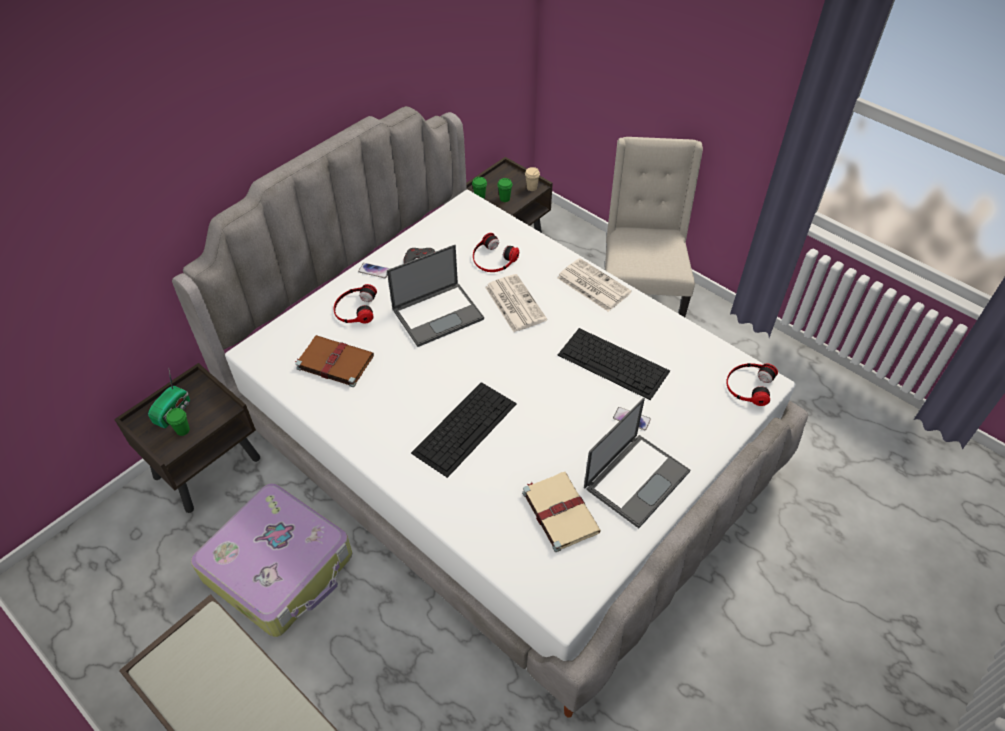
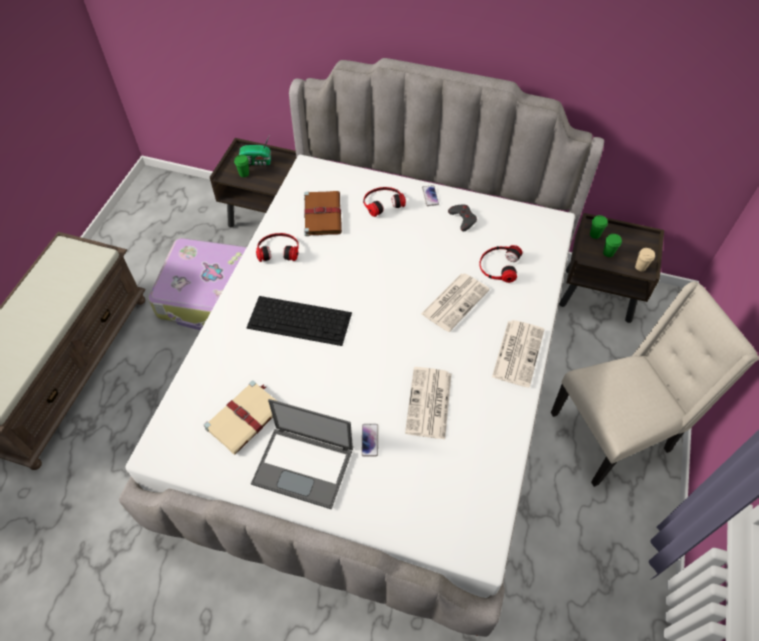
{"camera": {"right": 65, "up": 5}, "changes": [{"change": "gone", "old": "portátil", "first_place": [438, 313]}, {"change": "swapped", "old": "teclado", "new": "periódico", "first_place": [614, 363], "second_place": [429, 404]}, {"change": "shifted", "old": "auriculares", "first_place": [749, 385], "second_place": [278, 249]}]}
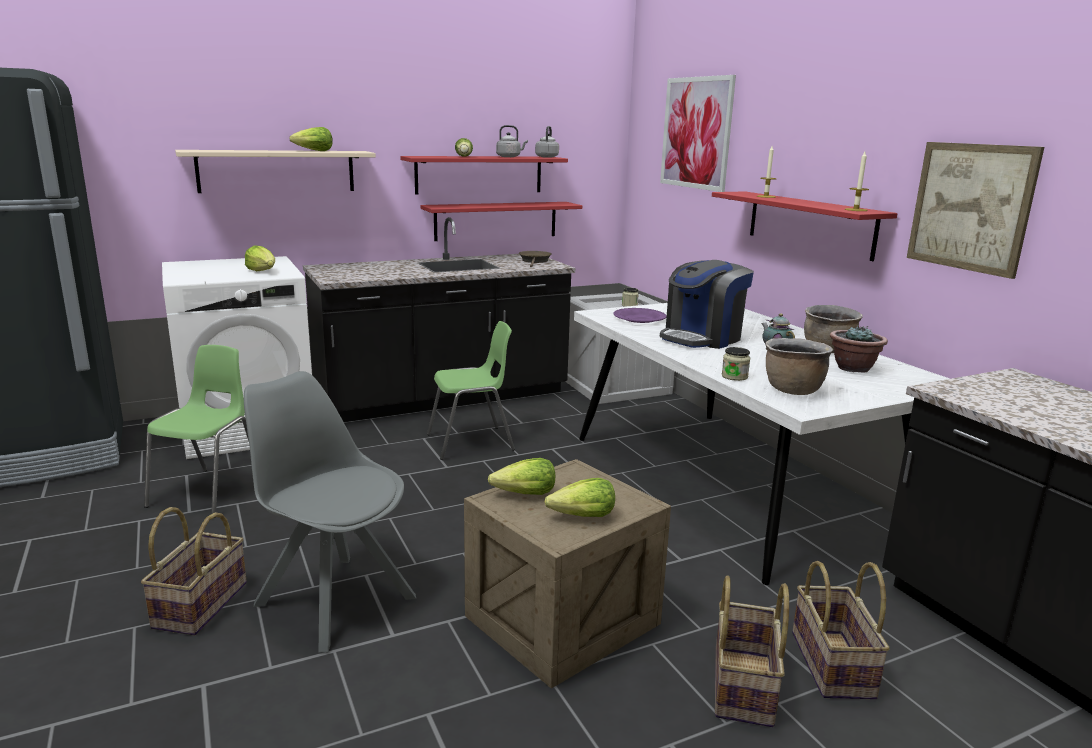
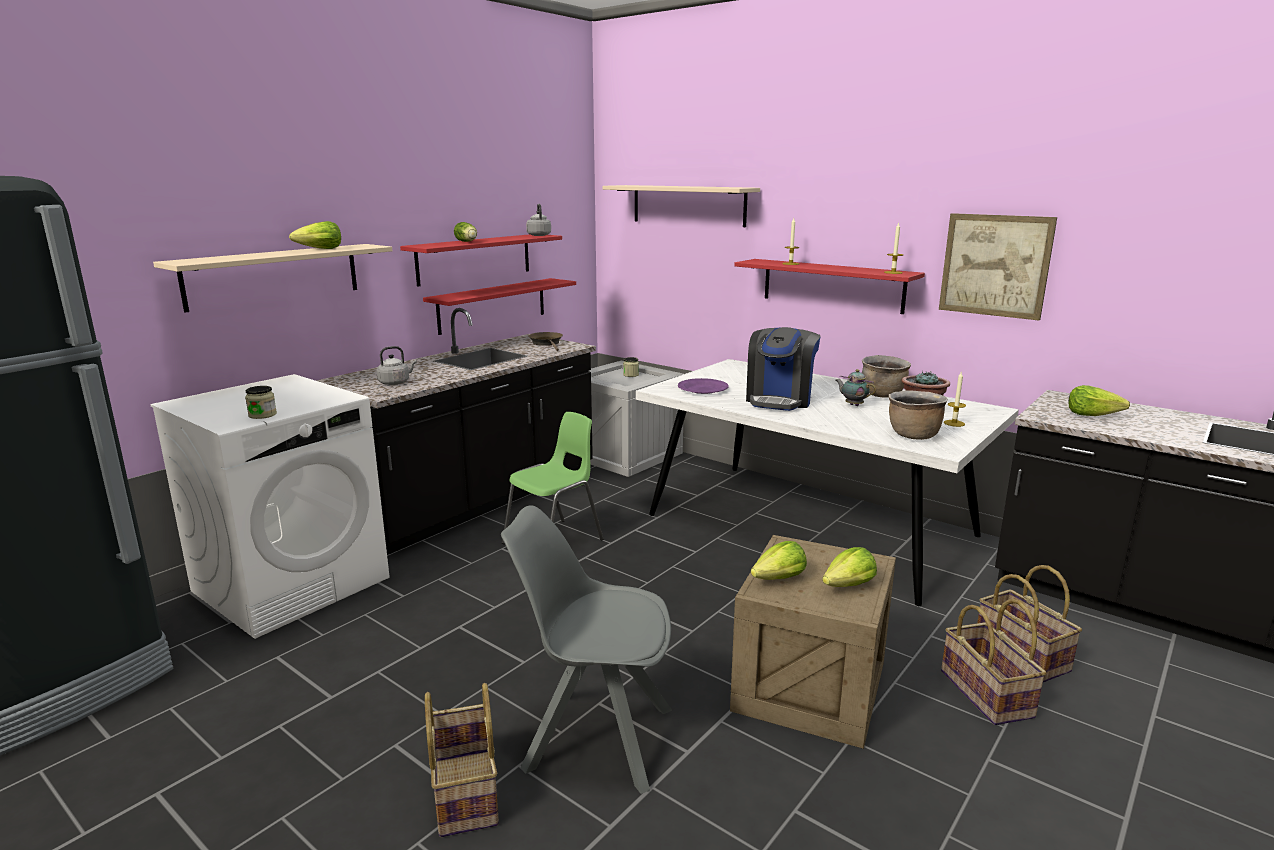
{"camera": {"right": -25, "up": 0}, "changes": [{"change": "swapped", "old": "cuadro", "new": "estante/beis", "first_place": [696, 133], "second_place": [688, 205]}, {"change": "shifted", "old": "hervidor/gris", "first_place": [509, 157], "second_place": [396, 382]}, {"change": "shifted", "old": "lechuga", "first_place": [263, 271], "second_place": [1092, 415]}, {"change": "gone", "old": "silla/verde", "first_place": [209, 492]}, {"change": "shifted", "old": "tarro", "first_place": [734, 376], "second_place": [262, 415]}, {"change": "new", "new": "vela", "second_place": [954, 423]}]}
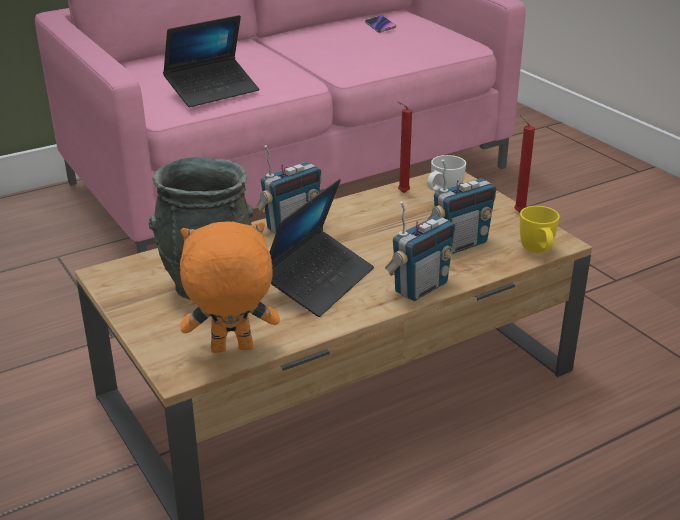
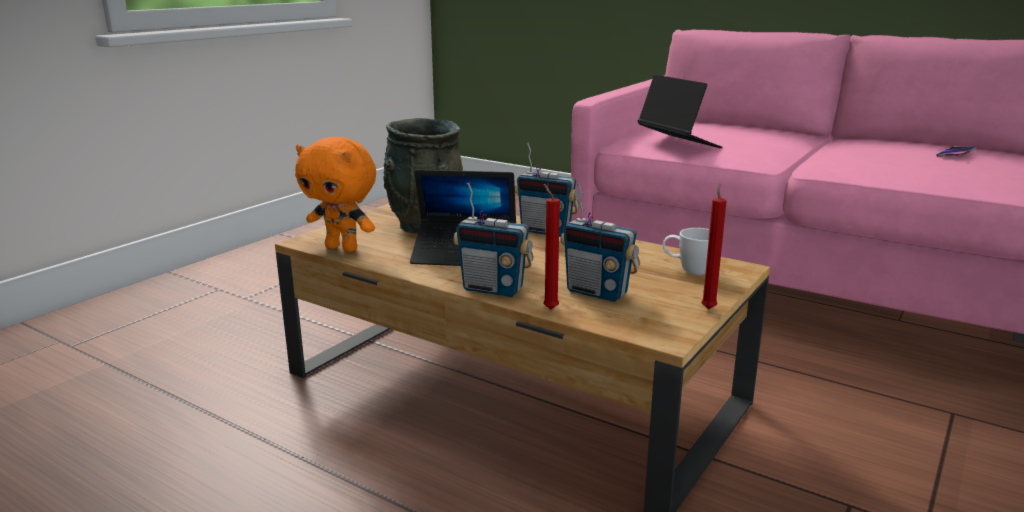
{"camera": {"right": 65, "up": -10}, "changes": [{"change": "rotated", "old": "portátil", "first_place": [212, 91], "second_place": [678, 144], "degrees": -150}, {"change": "shifted", "old": "vela/rojo", "first_place": [401, 193], "second_place": [549, 308]}, {"change": "gone", "old": "taza grande/amarillo", "first_place": [538, 252]}, {"change": "rotated", "old": "peluche/naranja", "first_place": [231, 350], "second_place": [343, 248], "degrees": 150}]}
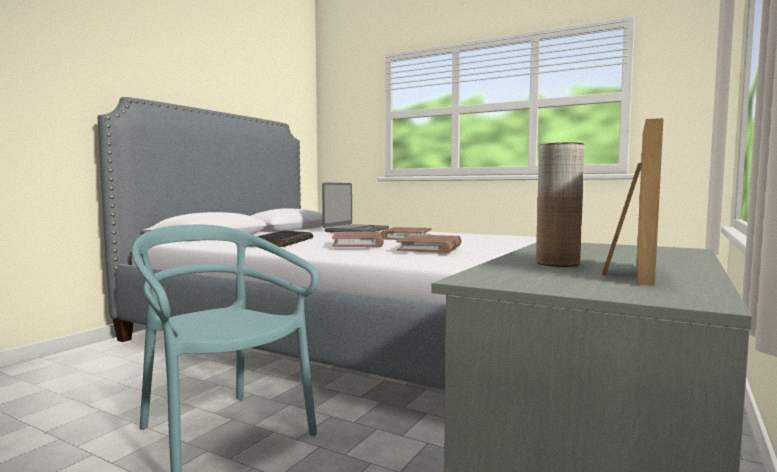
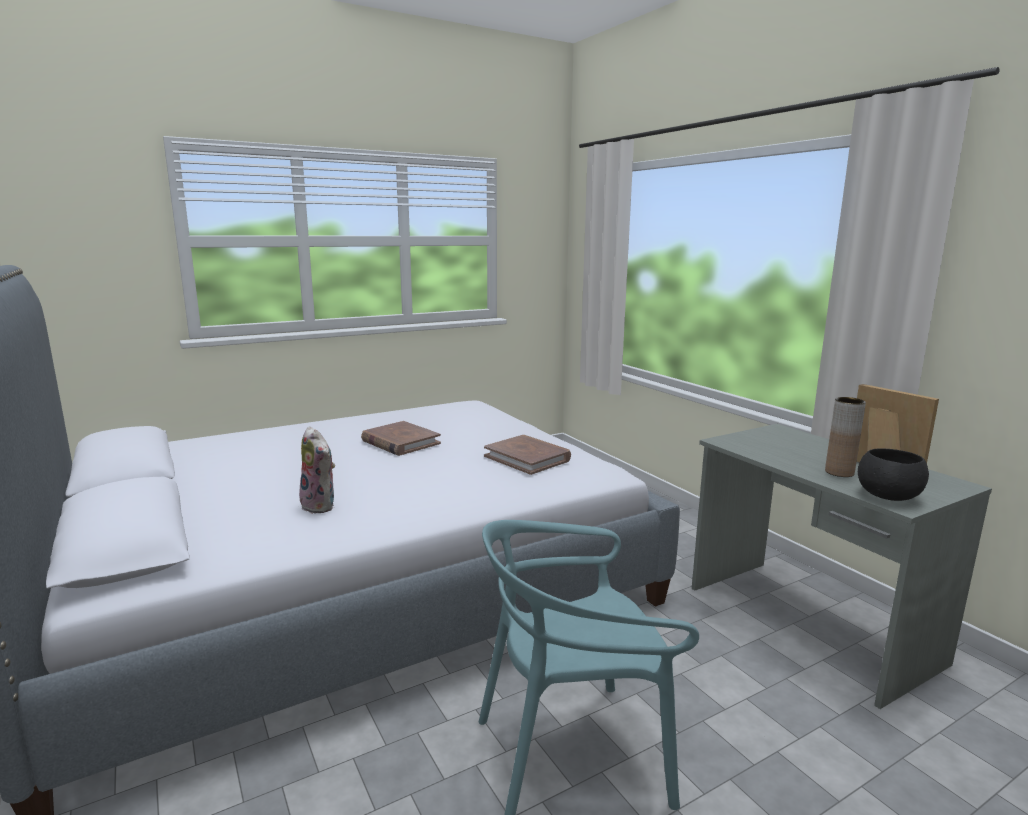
{"camera": {"right": -60, "up": 10}, "changes": [{"change": "gone", "old": "portátil", "first_place": [356, 230]}, {"change": "swapped", "old": "teclado", "new": "peluche", "first_place": [281, 241], "second_place": [321, 505]}, {"change": "gone", "old": "libro/marrón", "first_place": [358, 243]}, {"change": "new", "new": "cuenco/negro", "second_place": [888, 496]}]}
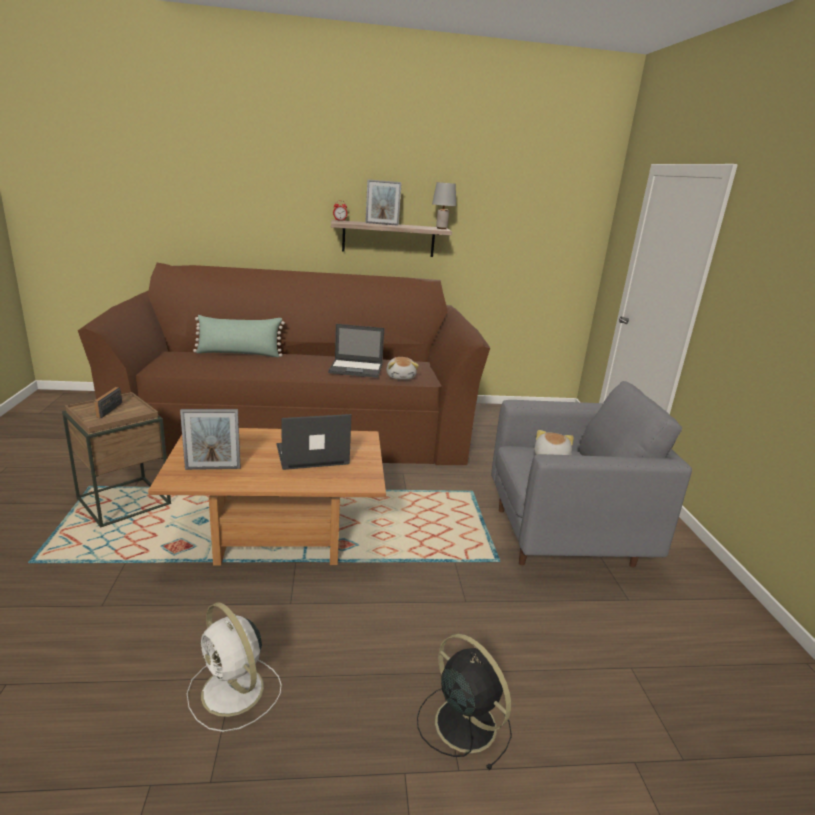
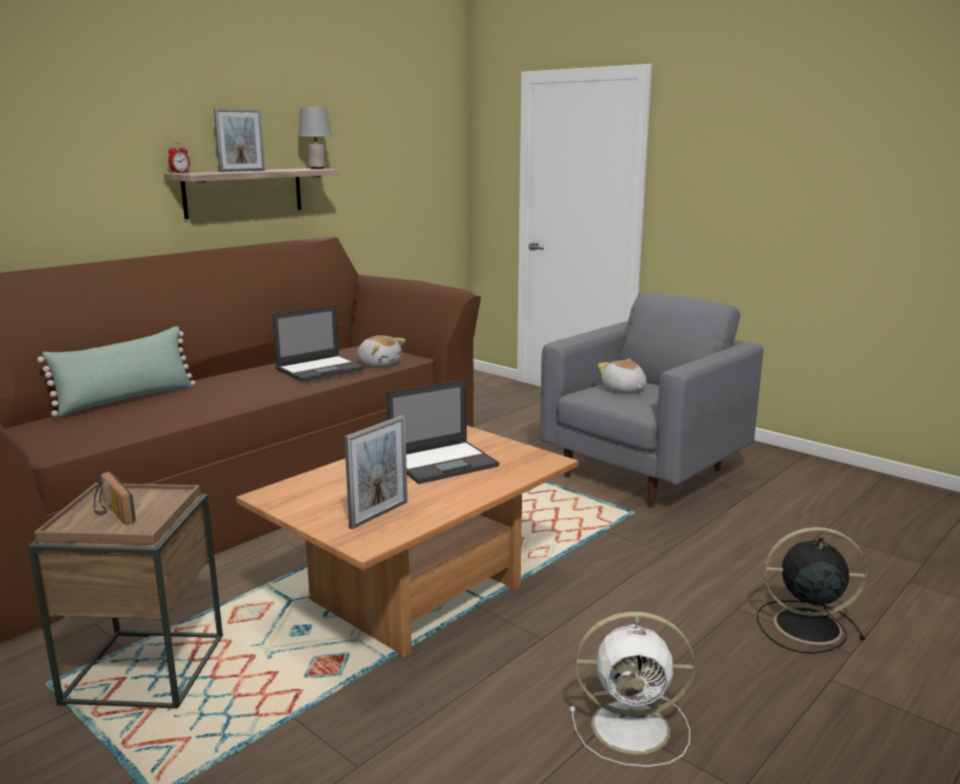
{"camera": {"right": -40, "up": -5}, "changes": [{"change": "rotated", "old": "portátil", "first_place": [311, 455], "second_place": [444, 462], "degrees": -150}]}
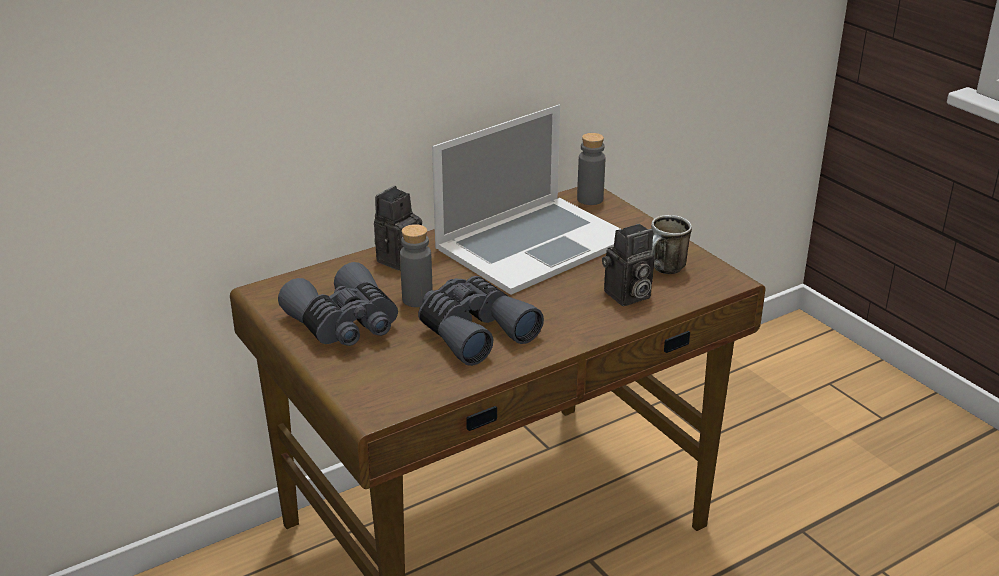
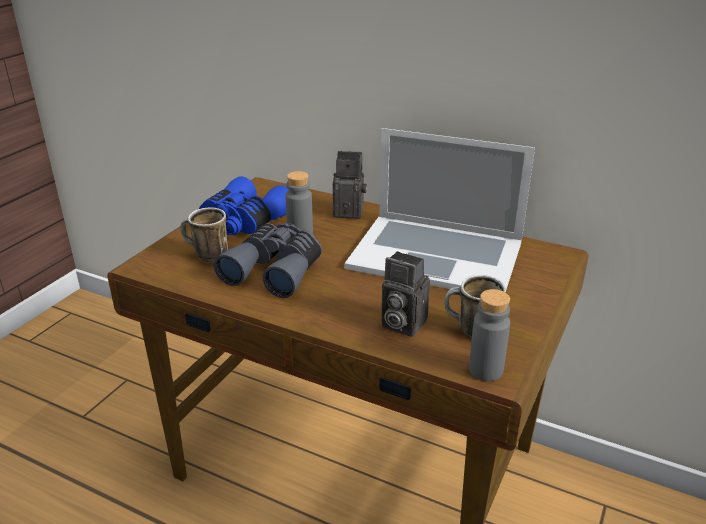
{"camera": {"right": 60, "up": 0}, "changes": [{"change": "shifted", "old": "botella/gris", "first_place": [590, 199], "second_place": [485, 370]}, {"change": "repainted", "old": "prismáticos/gris", "new": "prismáticos/azul", "first_place": [345, 324], "second_place": [243, 222]}, {"change": "new", "new": "taza grande", "second_place": [205, 256]}]}
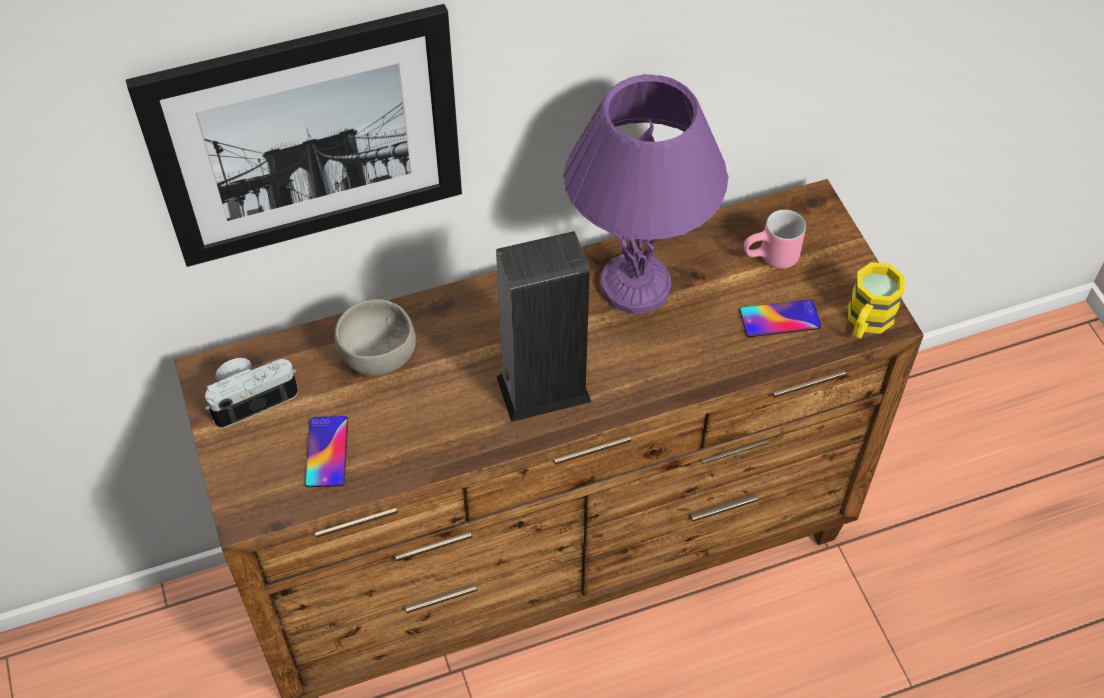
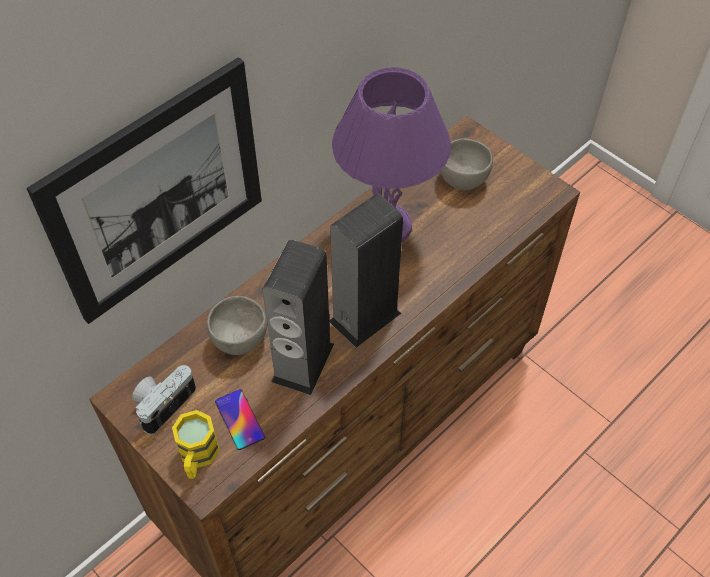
{"camera": {"right": -25, "up": 0}, "changes": [{"change": "swapped", "old": "taza grande/rosa", "new": "cuenco/gris", "first_place": [771, 260], "second_place": [462, 178]}, {"change": "shifted", "old": "taza grande/amarillo", "first_place": [866, 322], "second_place": [197, 457]}, {"change": "gone", "old": "móvil", "first_place": [780, 319]}, {"change": "new", "new": "altavoz", "second_place": [303, 362]}]}
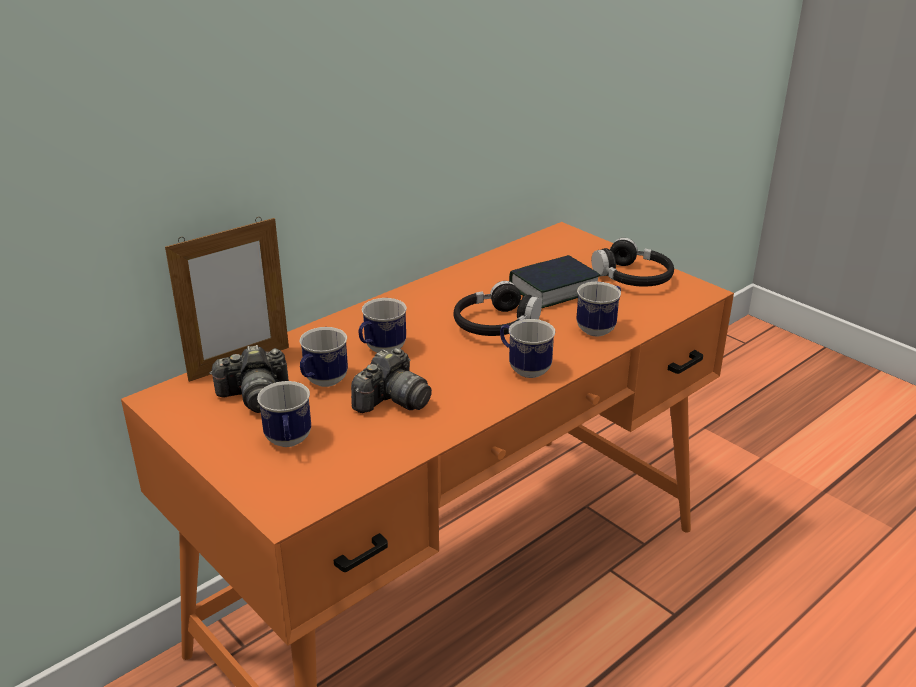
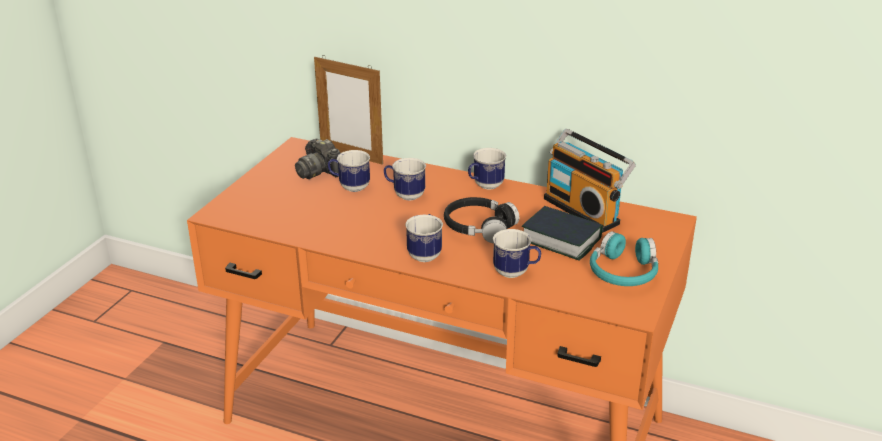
{"camera": {"right": 65, "up": 0}, "changes": [{"change": "repainted", "old": "auriculares/negro", "new": "auriculares/turquesa", "first_place": [632, 277], "second_place": [623, 272]}, {"change": "gone", "old": "cámara", "first_place": [392, 400]}, {"change": "shifted", "old": "taza grande", "first_place": [288, 443], "second_place": [484, 186]}, {"change": "new", "new": "radio", "second_place": [584, 210]}]}
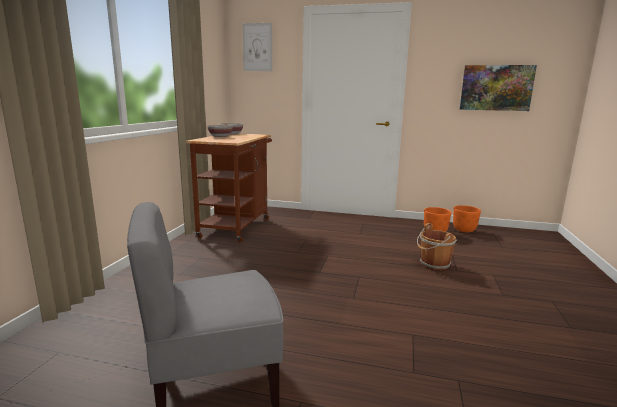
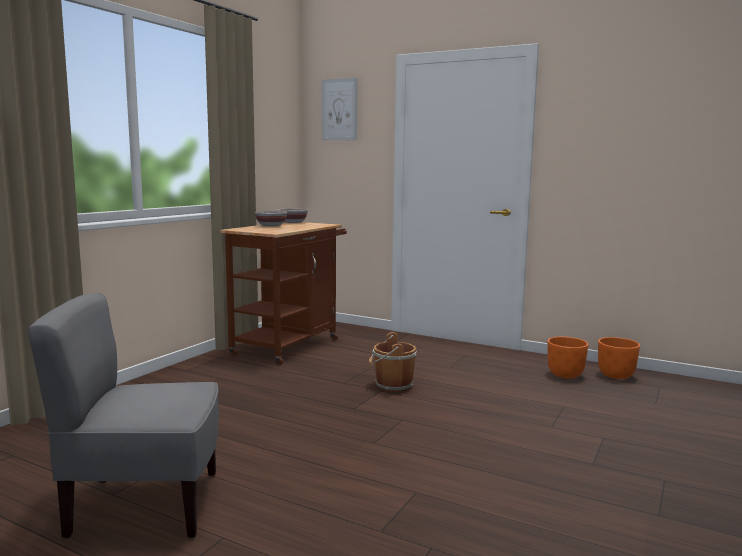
{"camera": {"right": 15, "up": -5}, "changes": [{"change": "gone", "old": "cuadro", "first_place": [496, 88]}, {"change": "shifted", "old": "cubo/marrón", "first_place": [433, 264], "second_place": [392, 386]}]}
